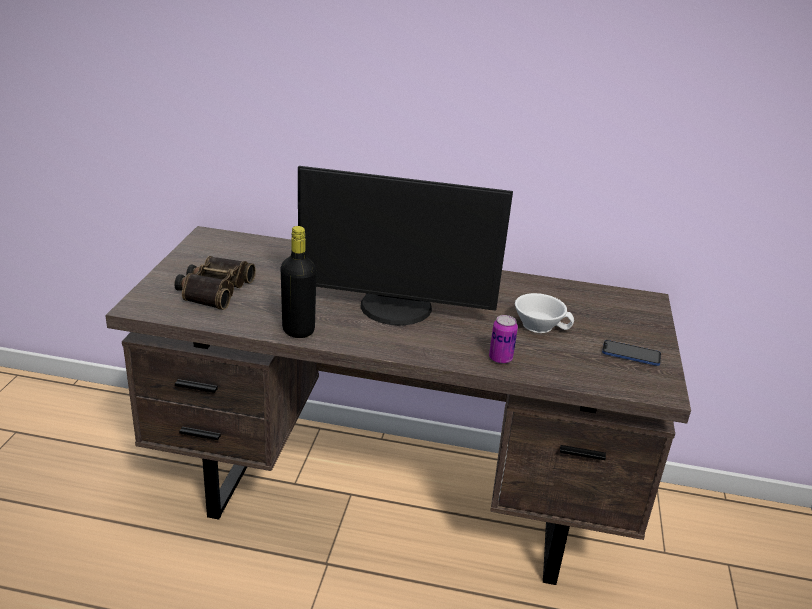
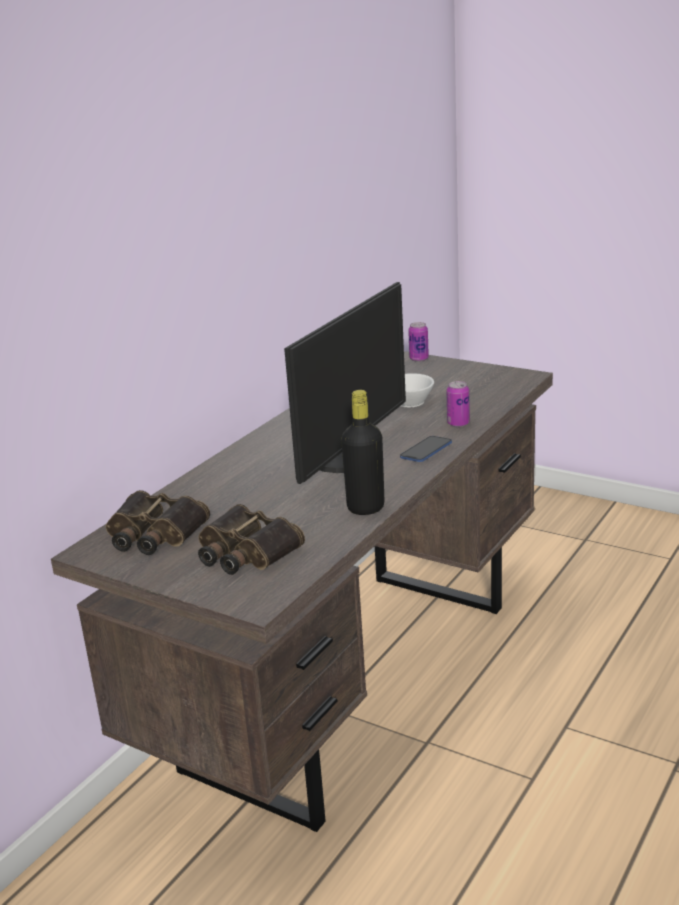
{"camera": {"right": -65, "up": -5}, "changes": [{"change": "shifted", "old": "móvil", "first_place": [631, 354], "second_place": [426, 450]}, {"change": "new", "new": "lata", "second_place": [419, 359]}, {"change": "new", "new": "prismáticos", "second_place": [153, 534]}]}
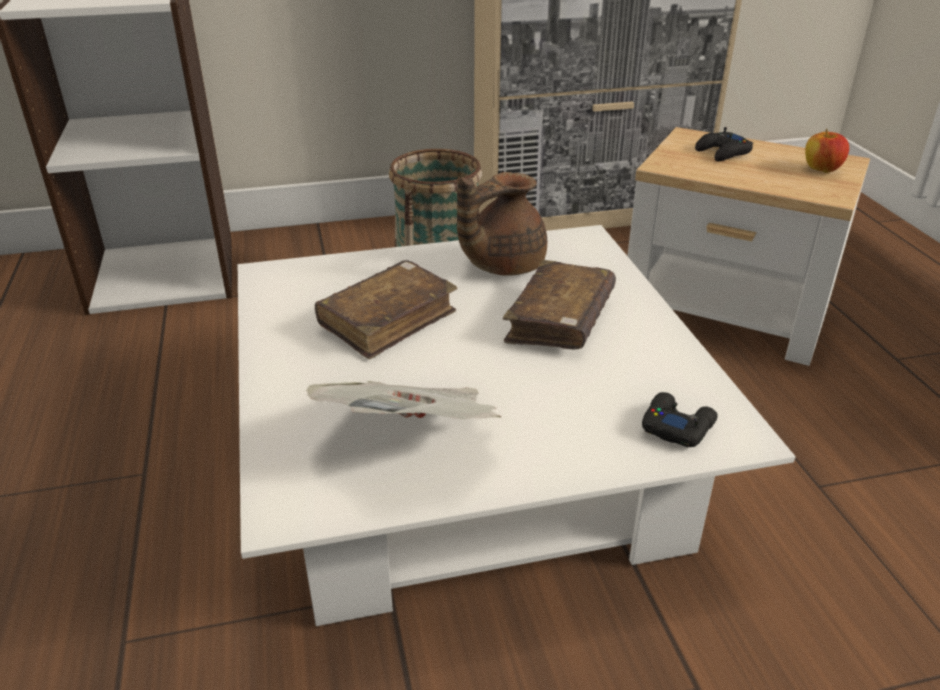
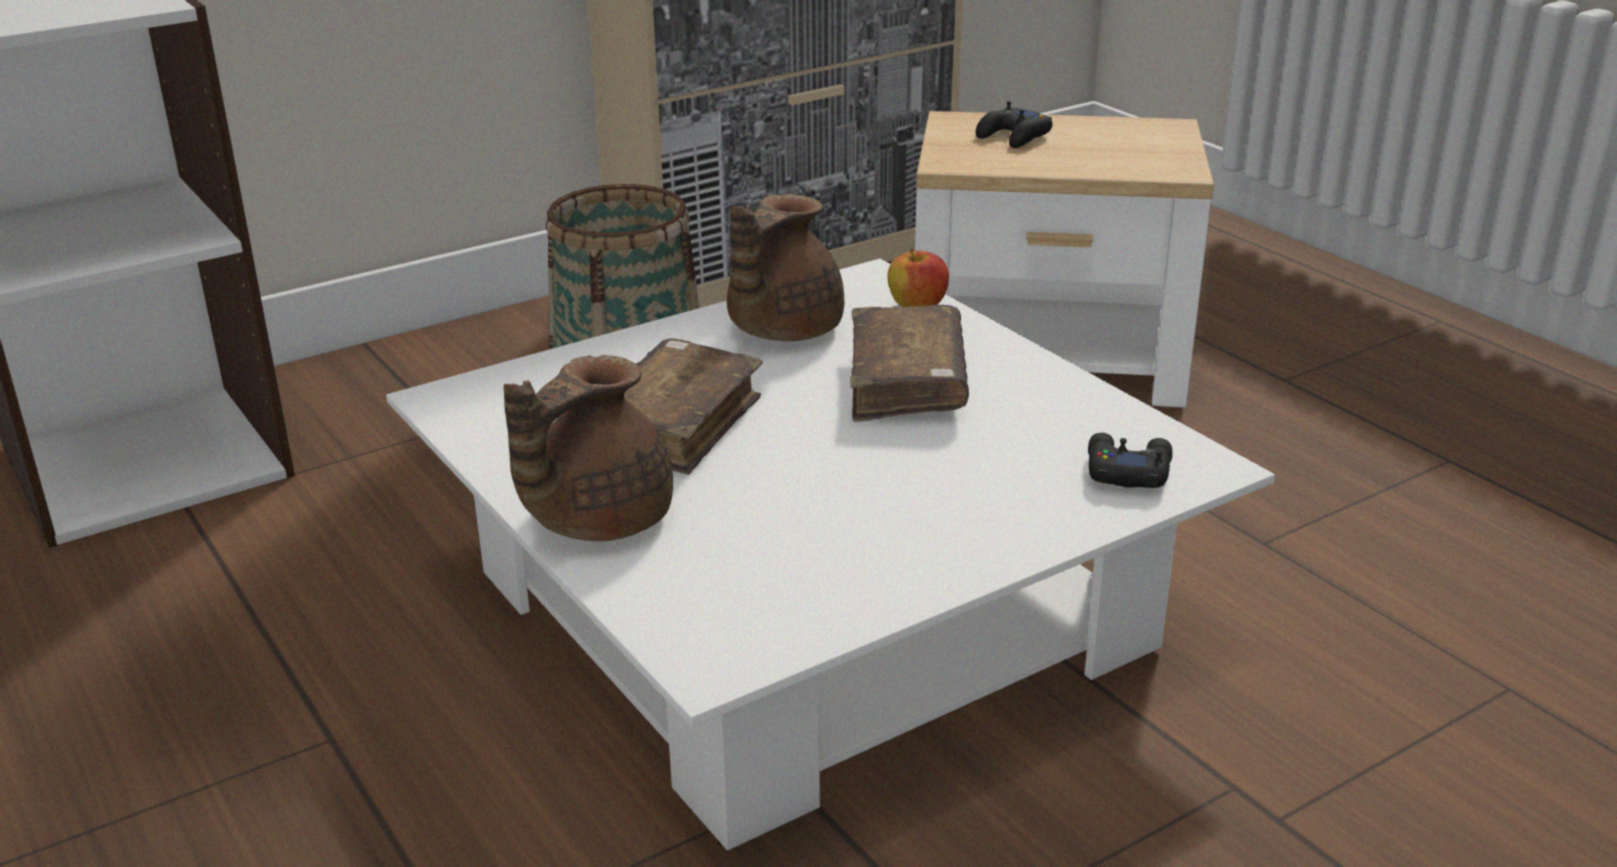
{"camera": {"right": -20, "up": -5}, "changes": [{"change": "shifted", "old": "manzana", "first_place": [821, 170], "second_place": [917, 307]}, {"change": "gone", "old": "periódico", "first_place": [414, 438]}, {"change": "new", "new": "tetera/marrón", "second_place": [594, 520]}]}
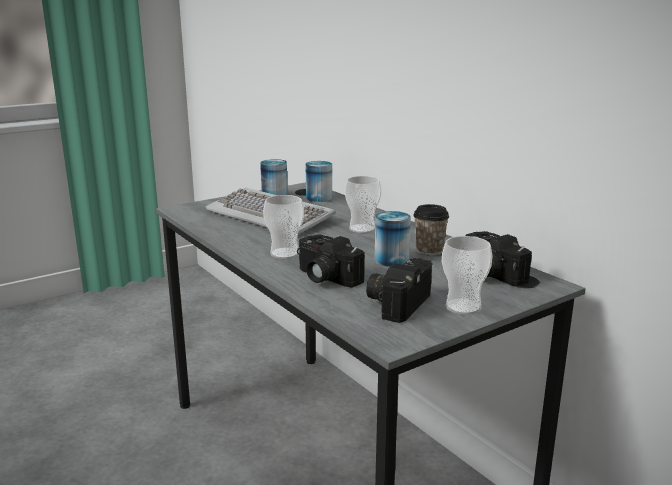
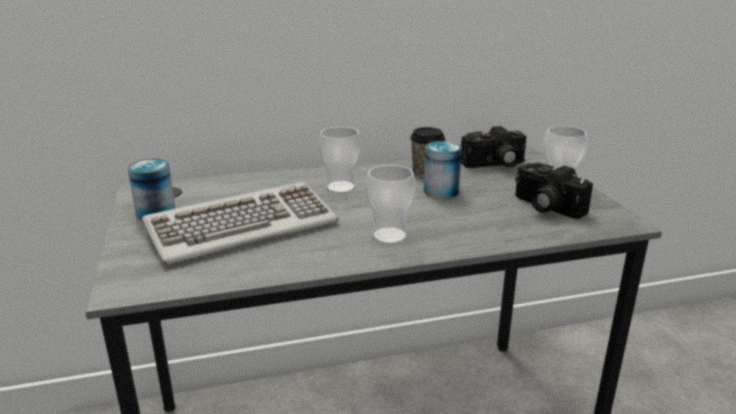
{"camera": {"right": -70, "up": 5}, "changes": [{"change": "gone", "old": "lata", "first_place": [319, 198]}, {"change": "gone", "old": "cámara", "first_place": [324, 277]}]}
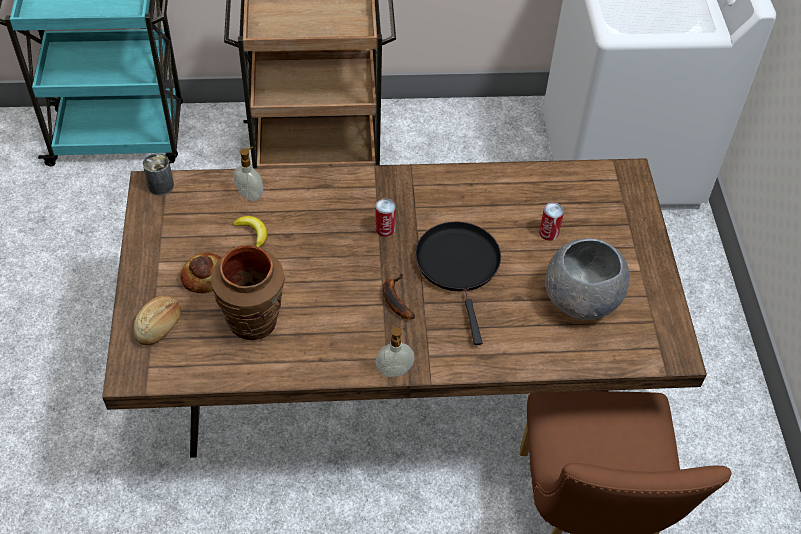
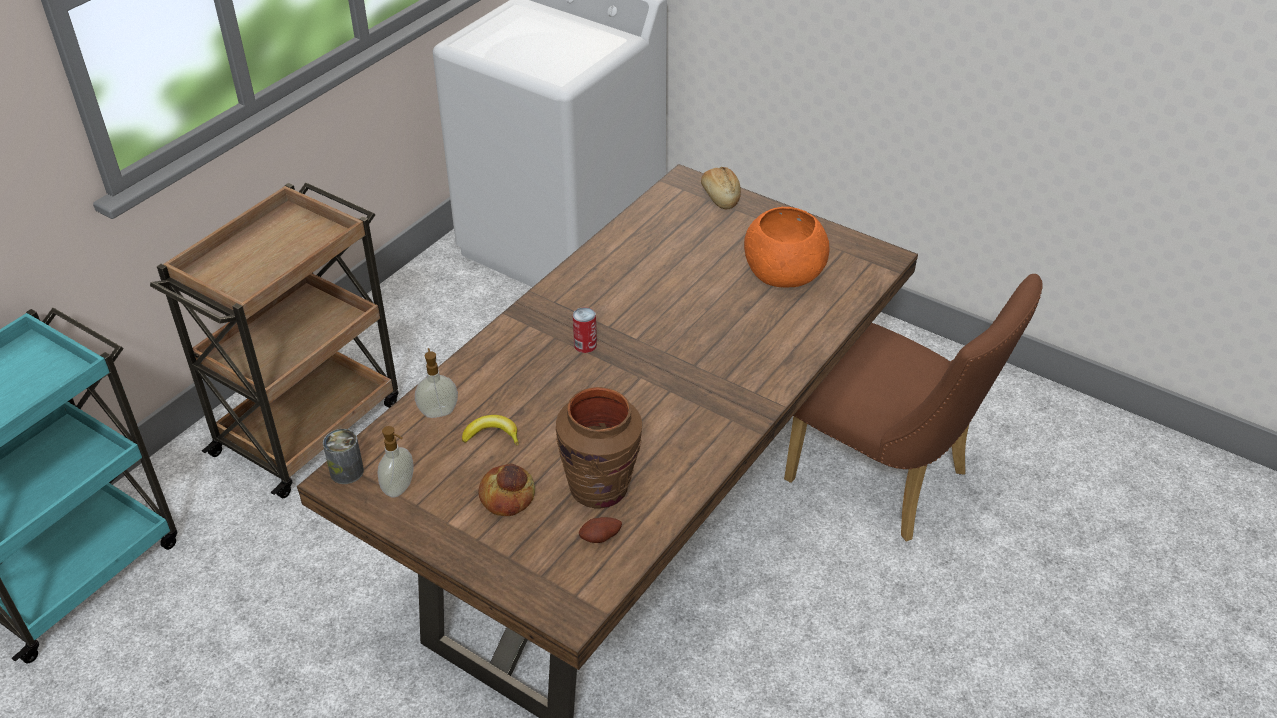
{"camera": {"right": -50, "up": -10}, "changes": [{"change": "gone", "old": "lata", "first_place": [548, 233]}, {"change": "gone", "old": "sartén/negro", "first_place": [459, 266]}, {"change": "repainted", "old": "cuenco/gris", "new": "cuenco/naranja", "first_place": [581, 299], "second_place": [783, 275]}, {"change": "gone", "old": "plátano", "first_place": [395, 299]}, {"change": "shifted", "old": "pan", "first_place": [160, 326], "second_place": [720, 196]}, {"change": "shifted", "old": "dispensador de jabón", "first_place": [394, 372], "second_place": [400, 488]}, {"change": "new", "new": "patata", "second_place": [601, 538]}]}
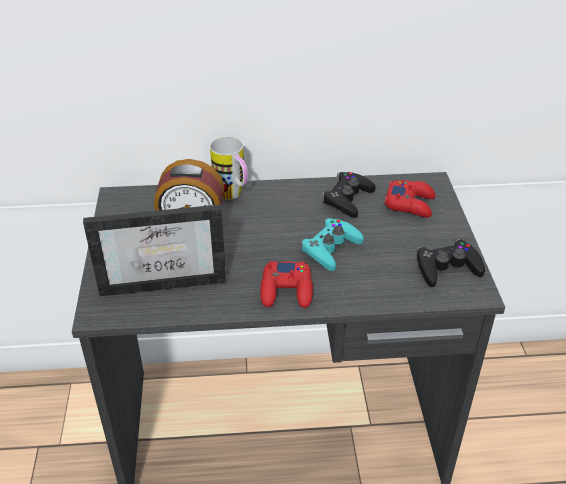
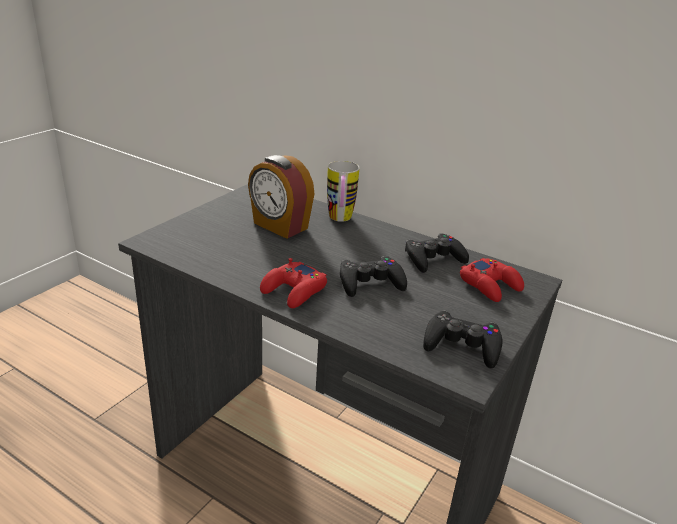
{"camera": {"right": 35, "up": -10}, "changes": [{"change": "gone", "old": "portarretratos", "first_place": [165, 278]}, {"change": "repainted", "old": "mando de consola/turquesa", "new": "mando de consola/negro", "first_place": [331, 249], "second_place": [370, 282]}]}
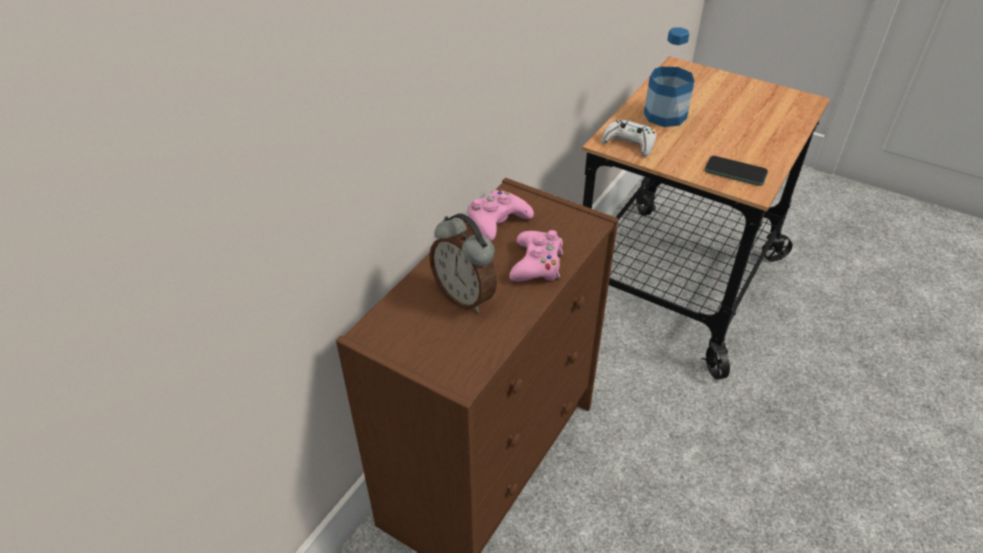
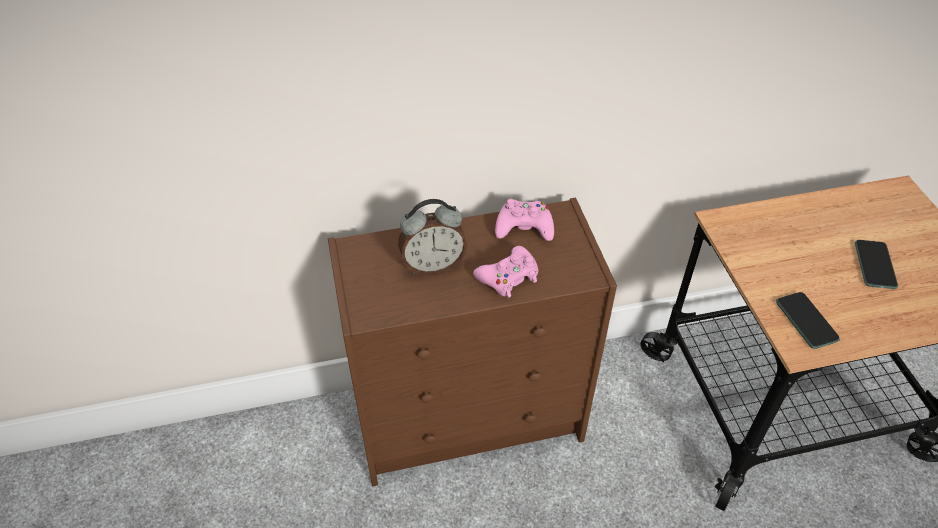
{"camera": {"right": 45, "up": 5}, "changes": [{"change": "gone", "old": "botella", "first_place": [665, 115]}, {"change": "gone", "old": "mando de consola/blanco", "first_place": [629, 143]}, {"change": "rotated", "old": "despertador", "first_place": [465, 296], "second_place": [433, 265], "degrees": -105}, {"change": "new", "new": "móvil", "second_place": [875, 265]}]}
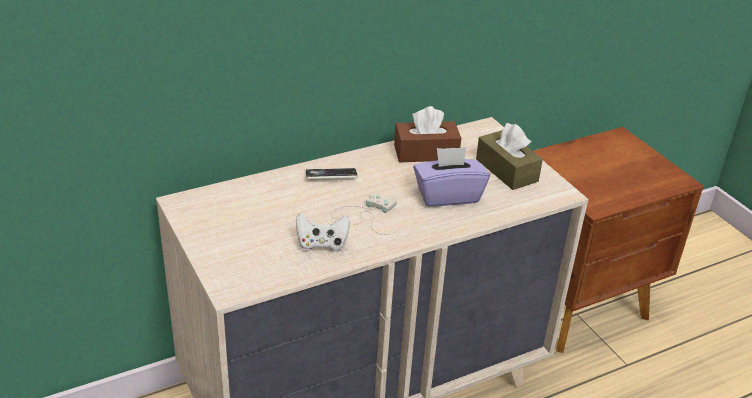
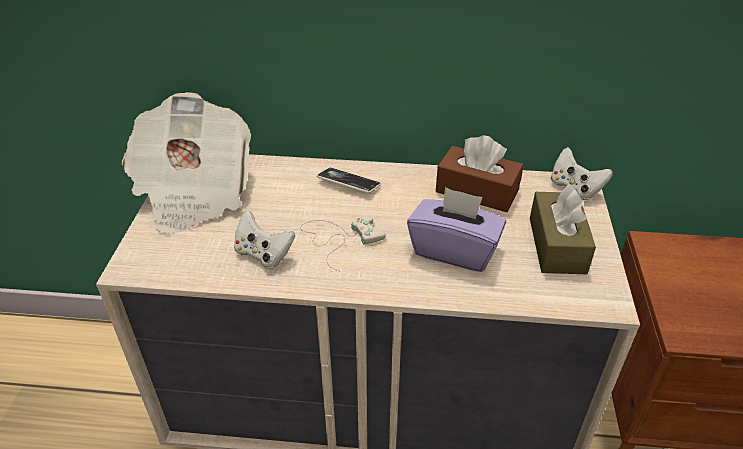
{"camera": {"right": 35, "up": 5}, "changes": [{"change": "new", "new": "periódico", "second_place": [193, 191]}, {"change": "new", "new": "mando de consola/blanco", "second_place": [575, 188]}]}
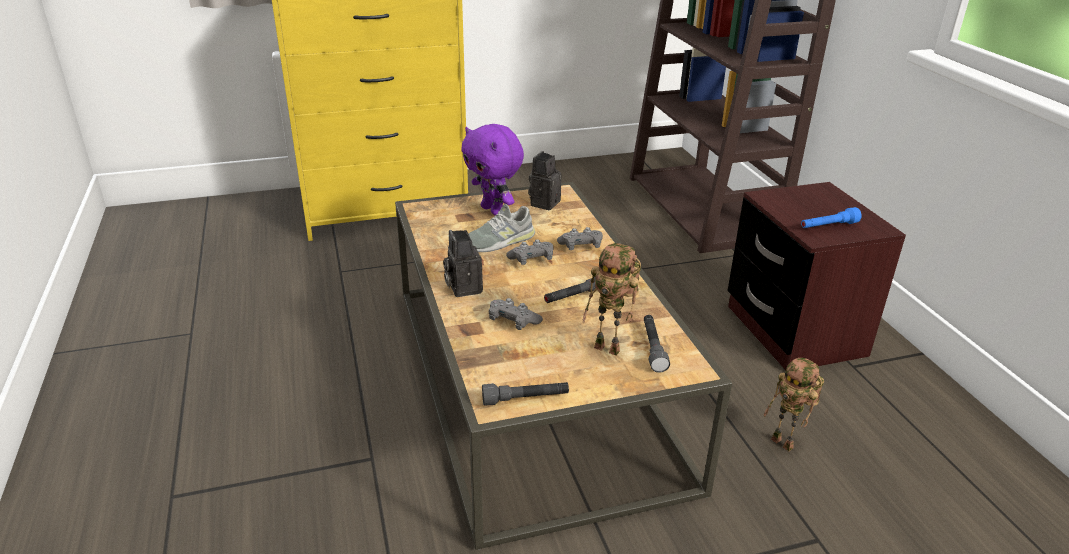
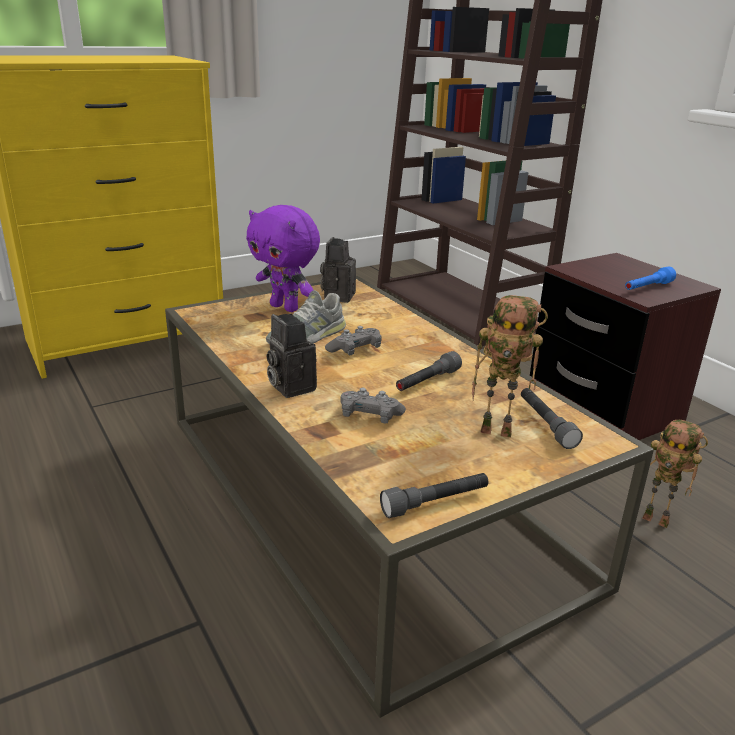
{"camera": {"right": -15, "up": -5}, "changes": [{"change": "gone", "old": "mando de consola/gris", "first_place": [580, 246]}]}
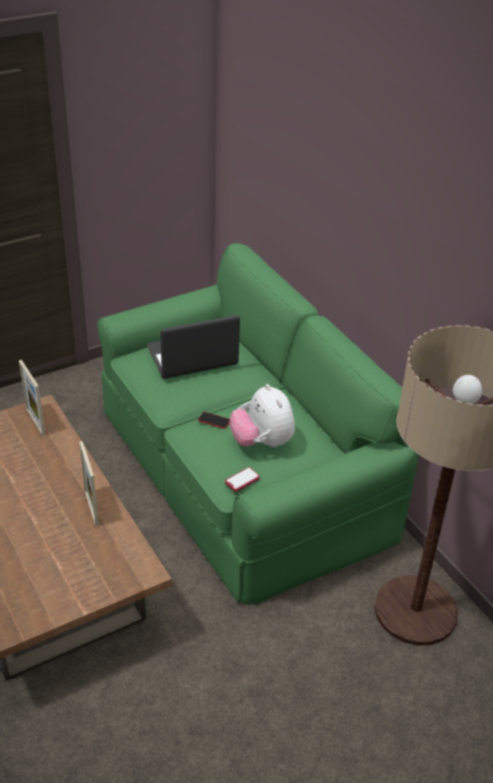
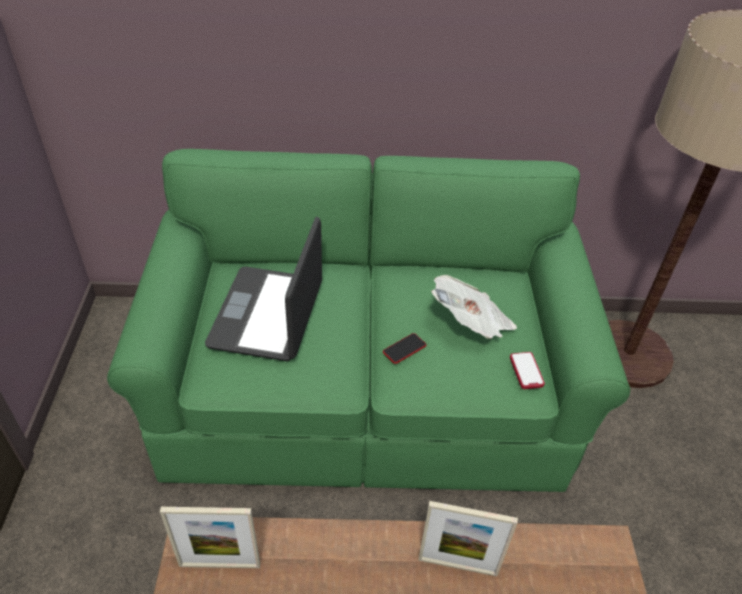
{"camera": {"right": -60, "up": 5}, "changes": [{"change": "swapped", "old": "peluche", "new": "periódico", "first_place": [262, 442], "second_place": [471, 324]}]}
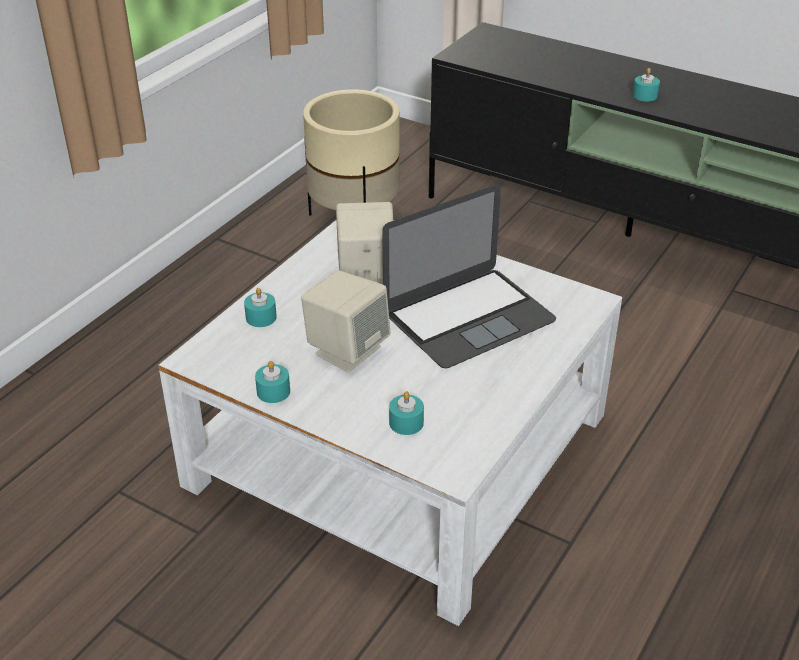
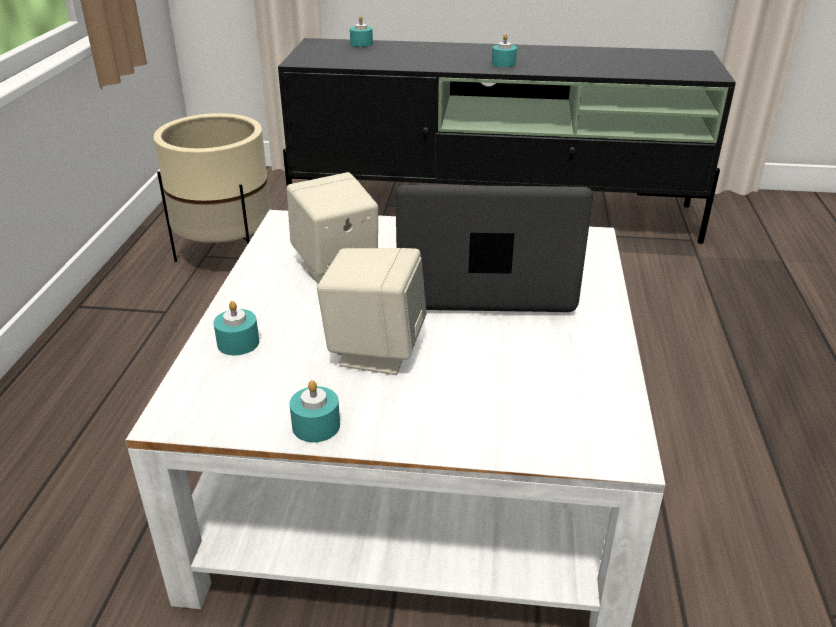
{"camera": {"right": -25, "up": -5}, "changes": [{"change": "rotated", "old": "portátil", "first_place": [469, 317], "second_place": [484, 281], "degrees": -120}, {"change": "shifted", "old": "vela/turquesa", "first_place": [406, 423], "second_place": [361, 43]}]}
